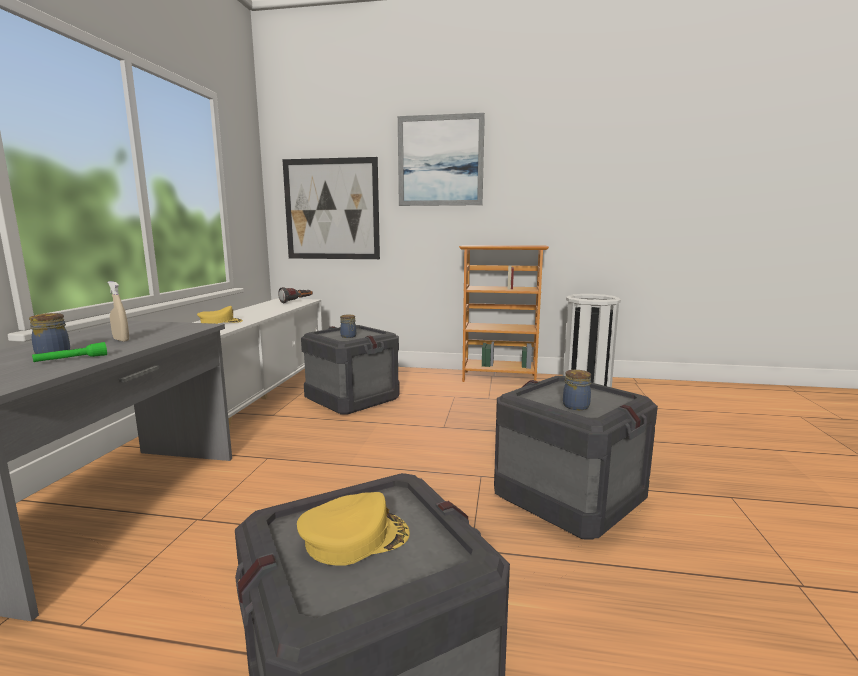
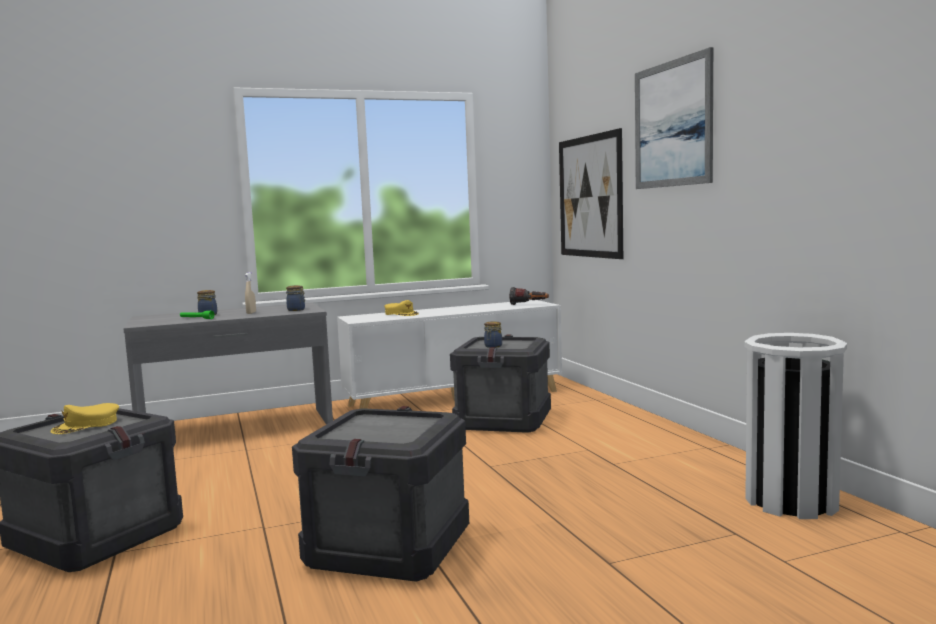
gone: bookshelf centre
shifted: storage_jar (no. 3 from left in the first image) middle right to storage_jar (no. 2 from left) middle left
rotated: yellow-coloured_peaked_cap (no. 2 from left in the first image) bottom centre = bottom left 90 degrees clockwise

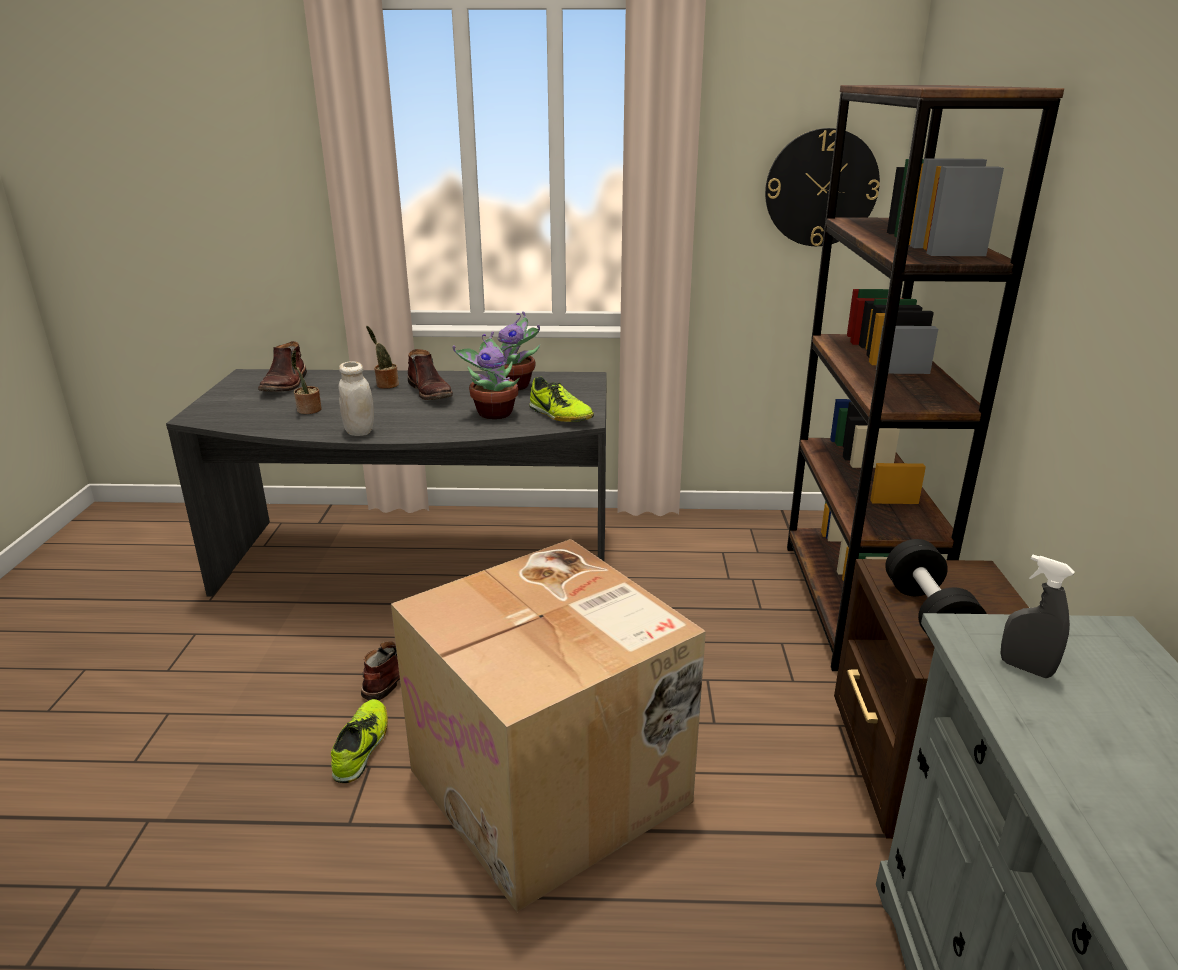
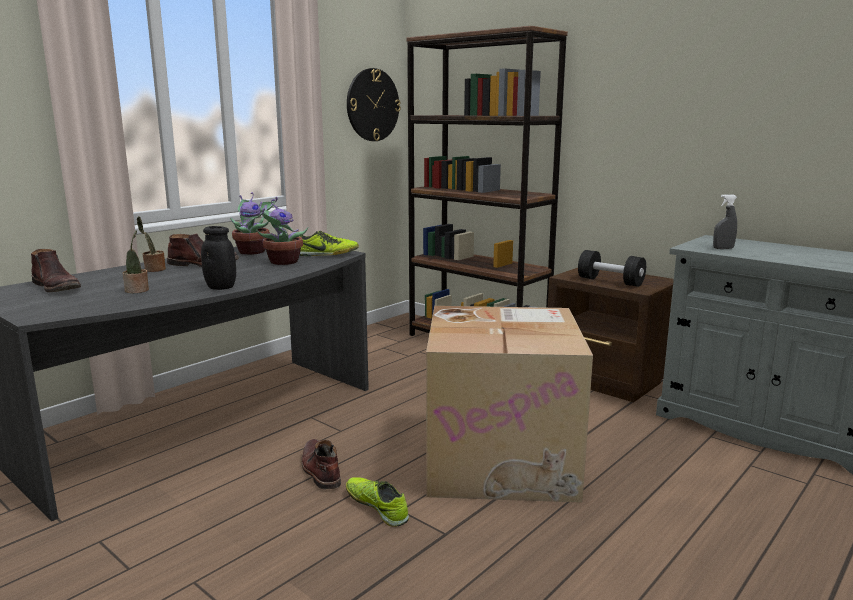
repainted: whitish_storage_jar middle left to black-coloured_storage_jar middle left

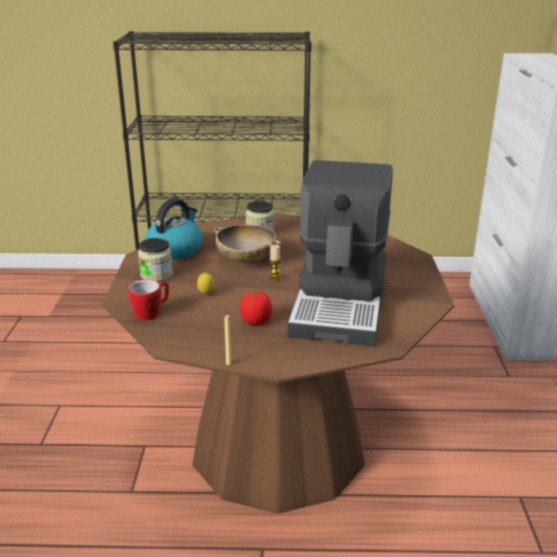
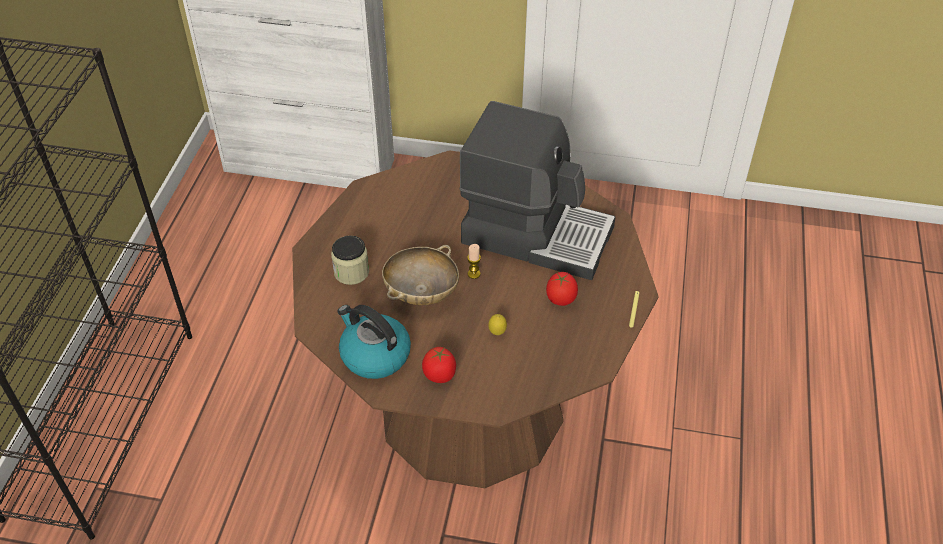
gone: coffee_mug middle left
swapped: storage_jar (no. 1 from left) middle left to fresh_tomato (no. 1 from left) bottom centre

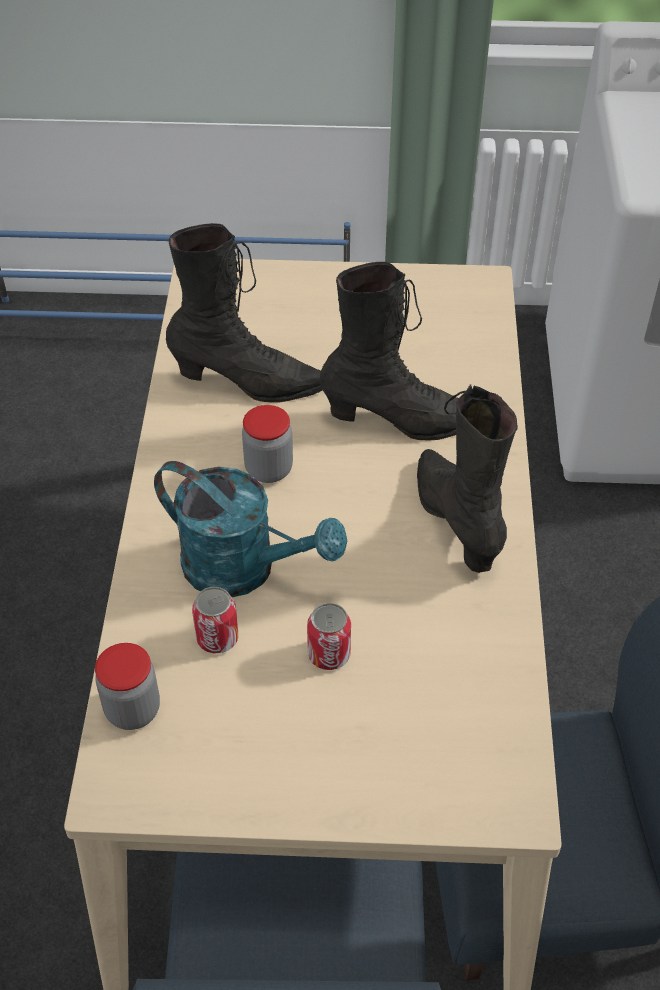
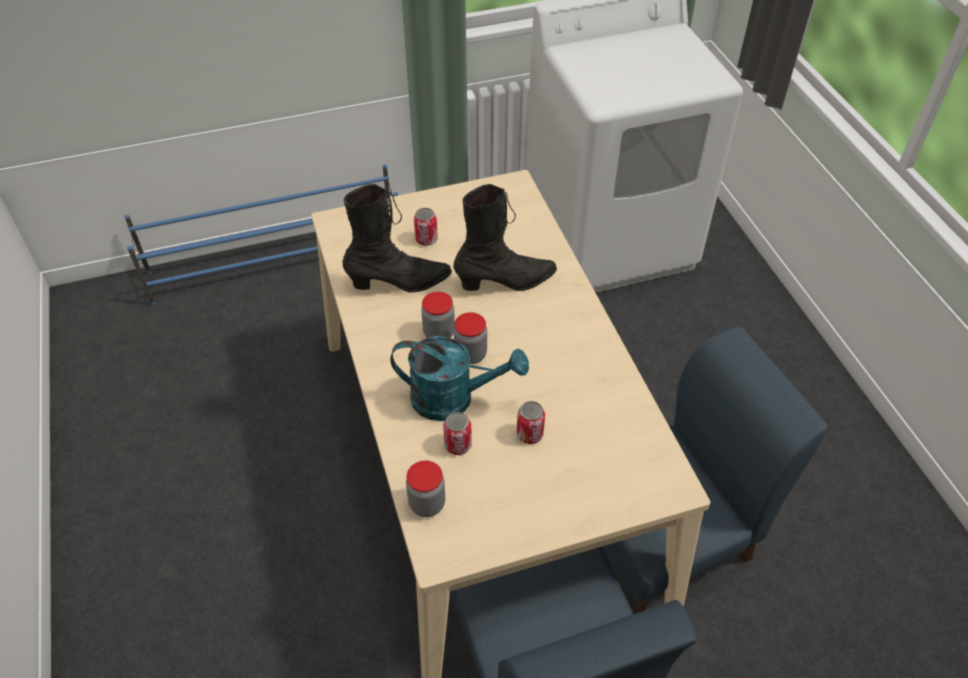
gone: black-coloured_boot (no. 3 from left) middle right
new: sealed_can (no. 1 from left) centre; storage_jar (no. 3 from left) centre

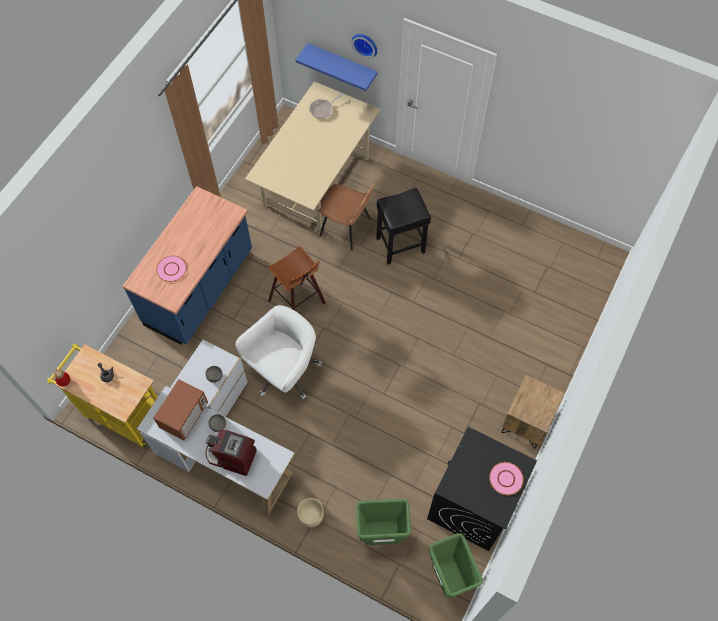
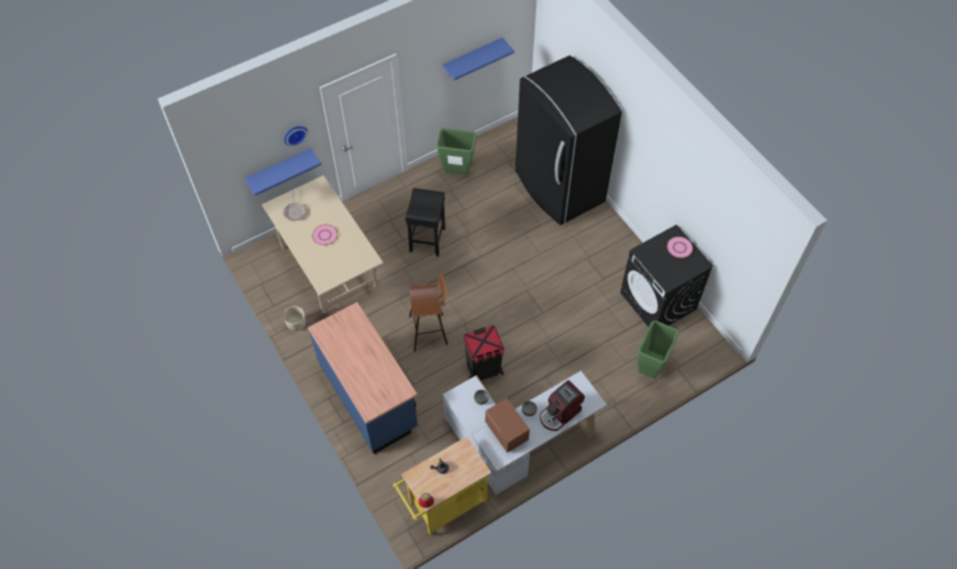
gone: brown-coloured_plain_chair centre; brown-coloured_nightstand middle right
new: blue_bracket_shelf (no. 2 from left) top centre; black-coloured_fridge top centre
shifted: beige-coloured_planter bottom centre to middle left; pinkish_dinner_plate (no. 1 from left) middle left to centre; greenish_waste_bin (no. 2 from left in the first image) bottom centre to greenish_waste_bin (no. 1 from left) top centre
swapped: whitish_desk_chair centre to black-coloured_waste_bin centre

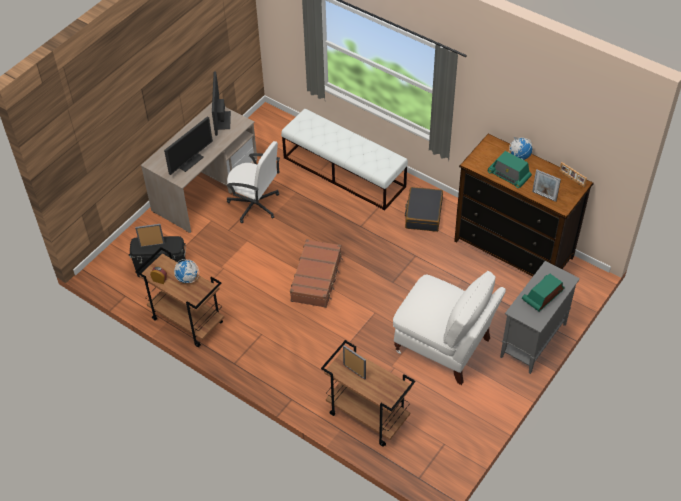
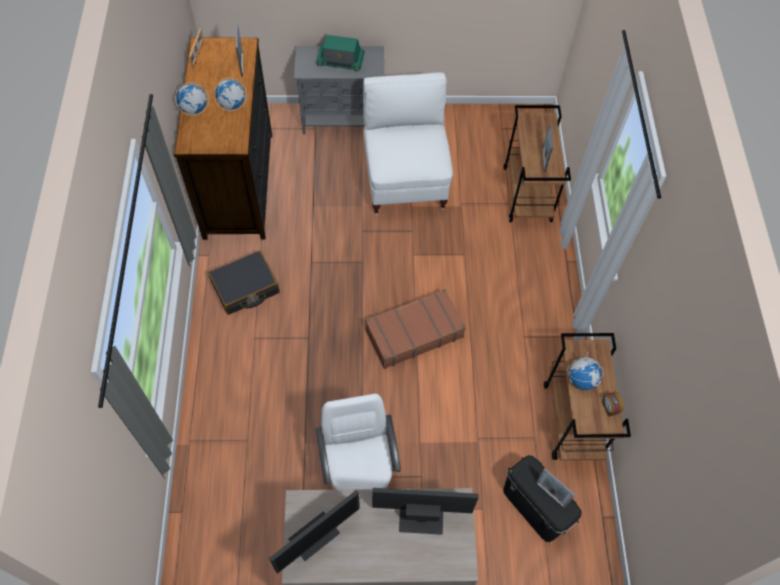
gone: whitish_bench top centre
swapped: radio (no. 1 from left) middle right to globe (no. 2 from left) top left

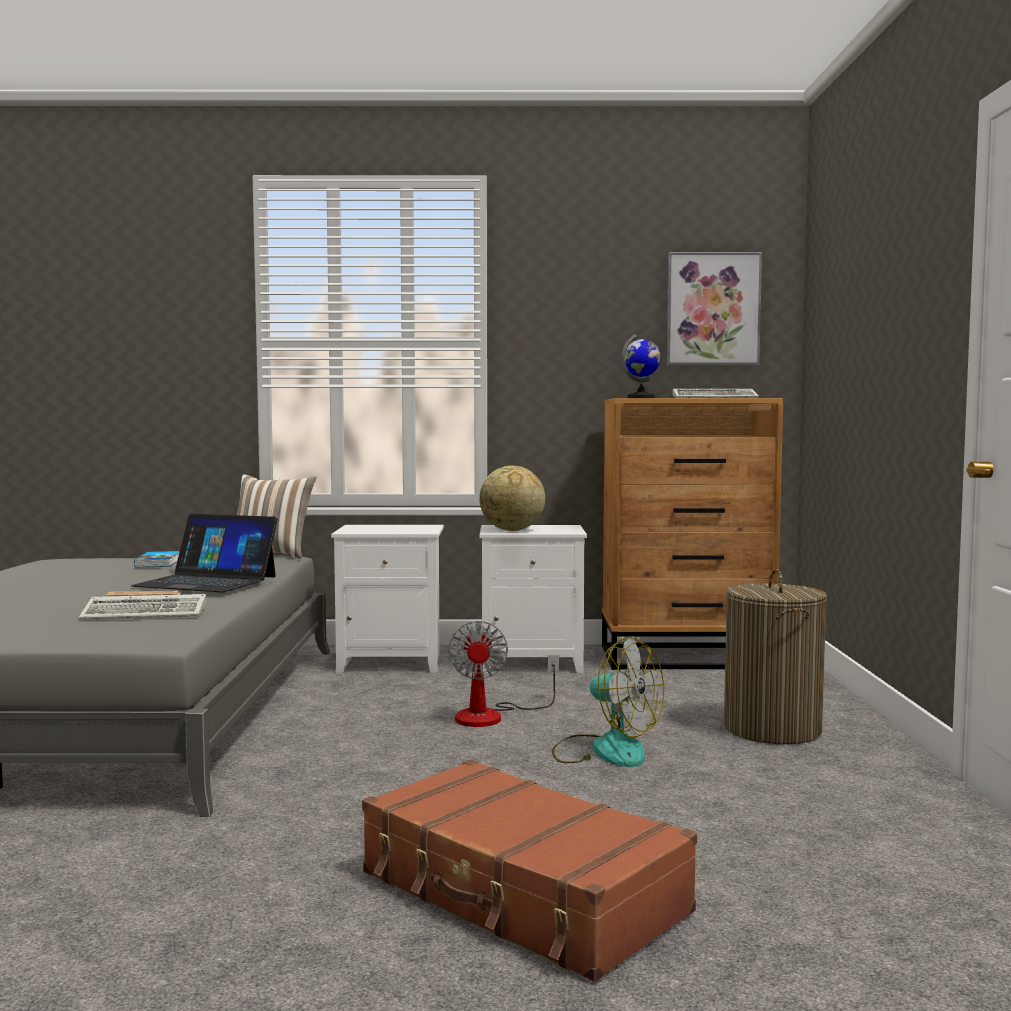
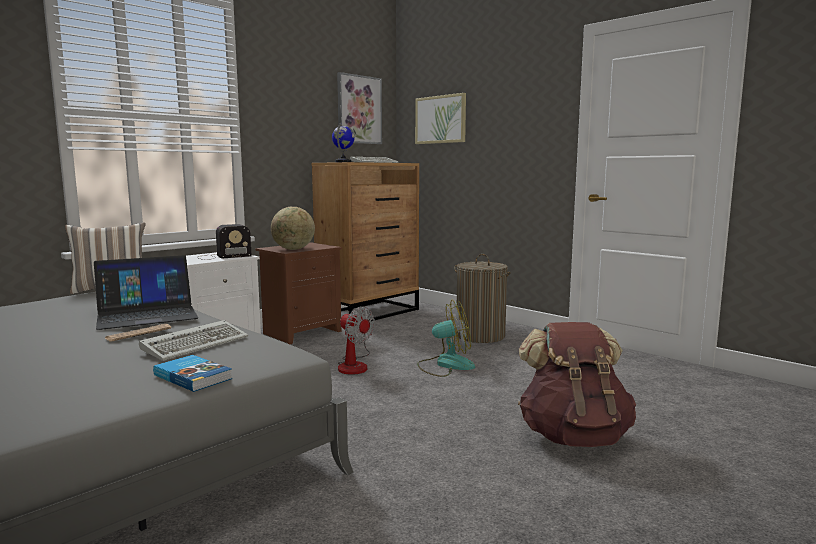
new: radio middle left; wall_picture (no. 2 from left) top centre
shifted: volume middle left to bottom left
swapped: brown-coloured_suitcase bottom centre to brown-coloured_rucksack bottom right
repainted: whitish_nightstand (no. 2 from left) centre to brown-coloured_nightstand centre

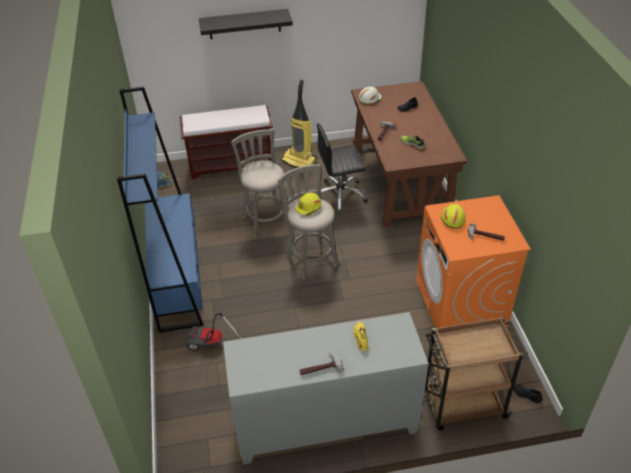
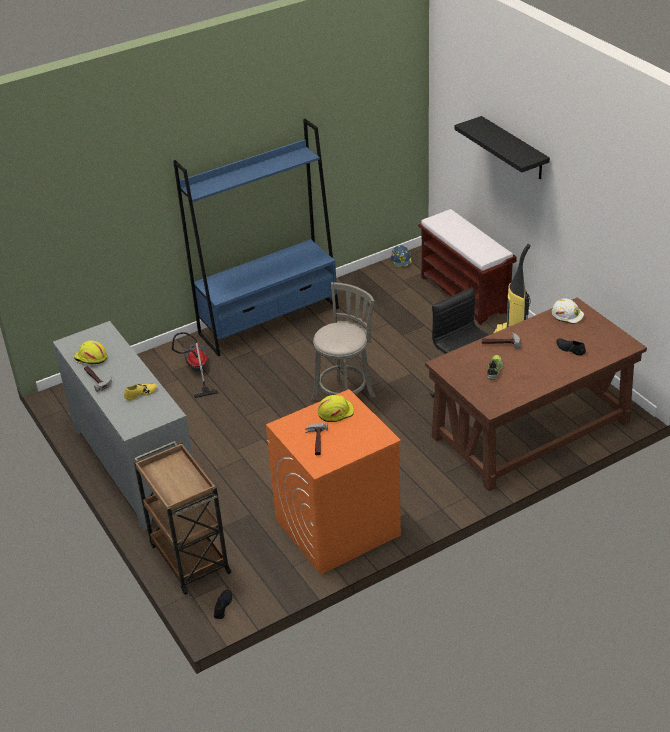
gone: gray_stool_seat (no. 1 from left) centre
shifted: yellow-coloured_safety_helmet (no. 1 from left) centre to middle left

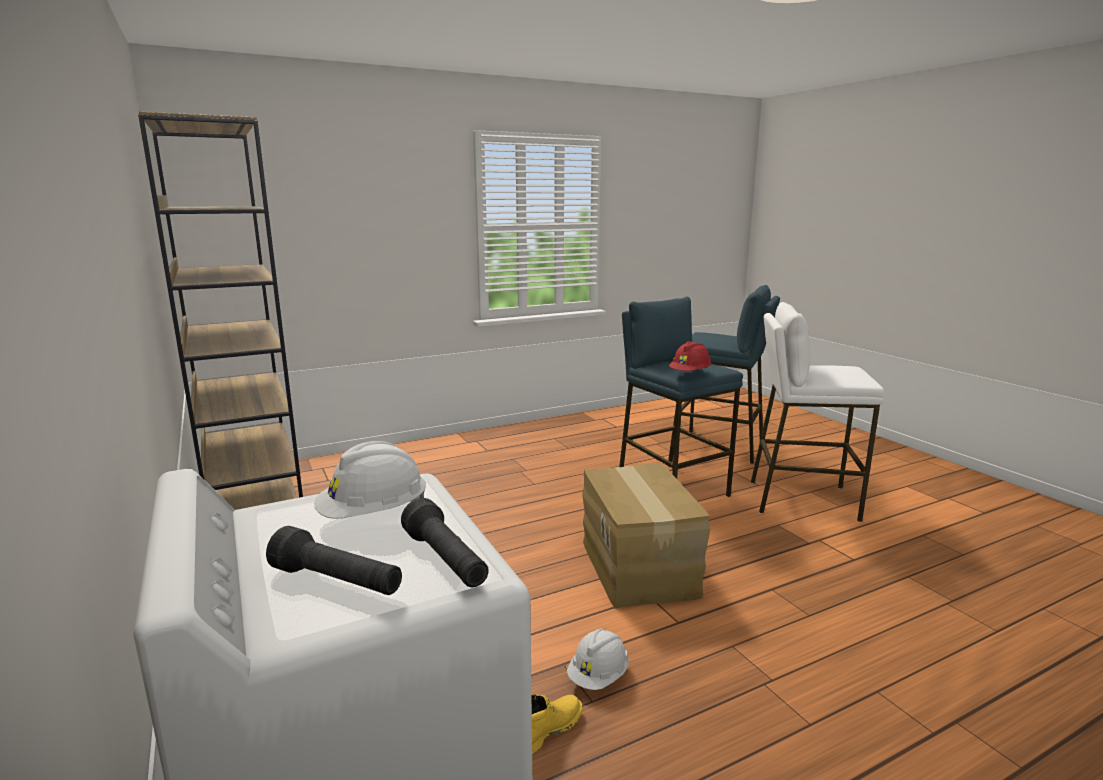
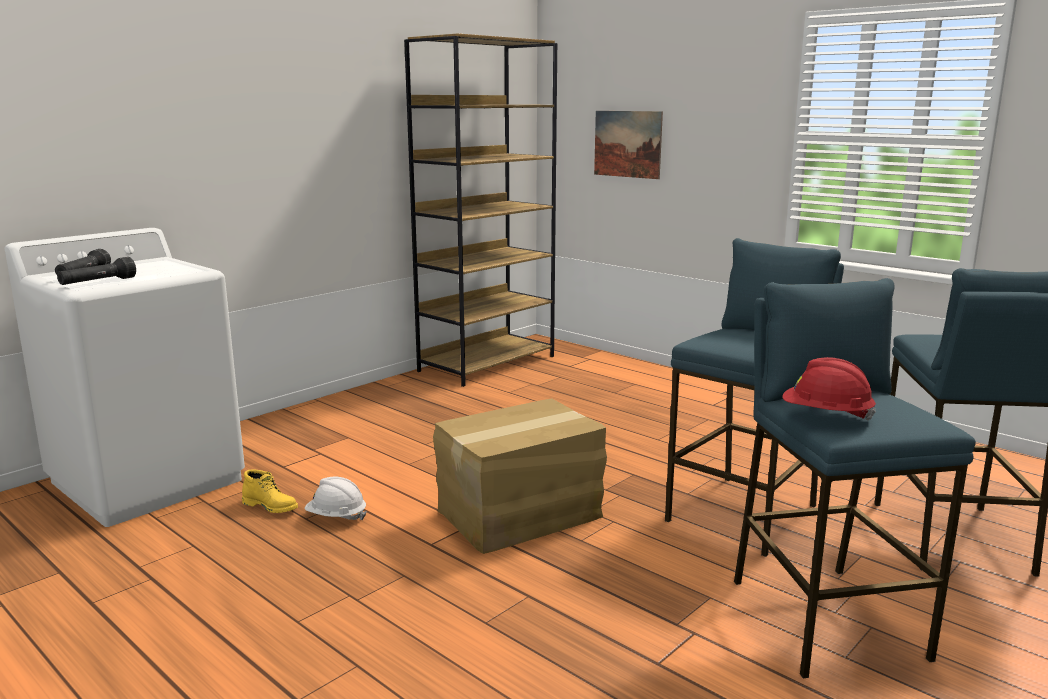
gone: whitish_safety_helmet (no. 1 from left) centre
new: wall_picture top centre
shifted: red-coloured_safety_helmet centre to middle right
repainted: whitish_stool_seat middle right to blue_stool_seat (no. 2 from left) bottom right

